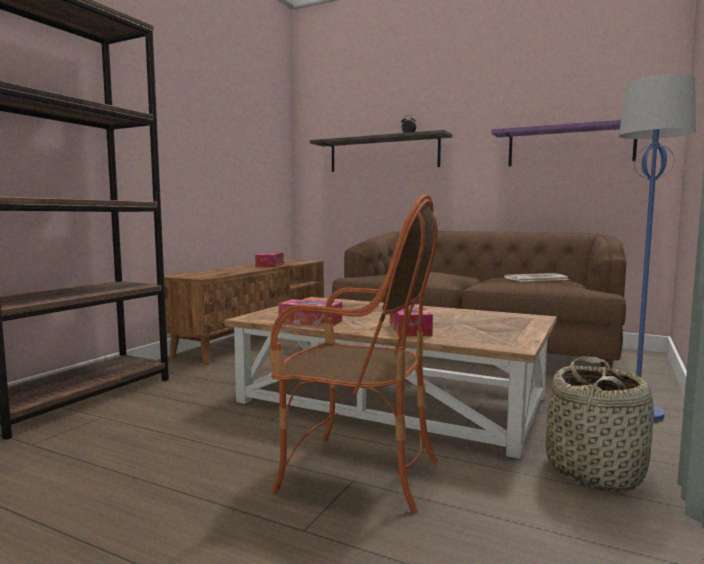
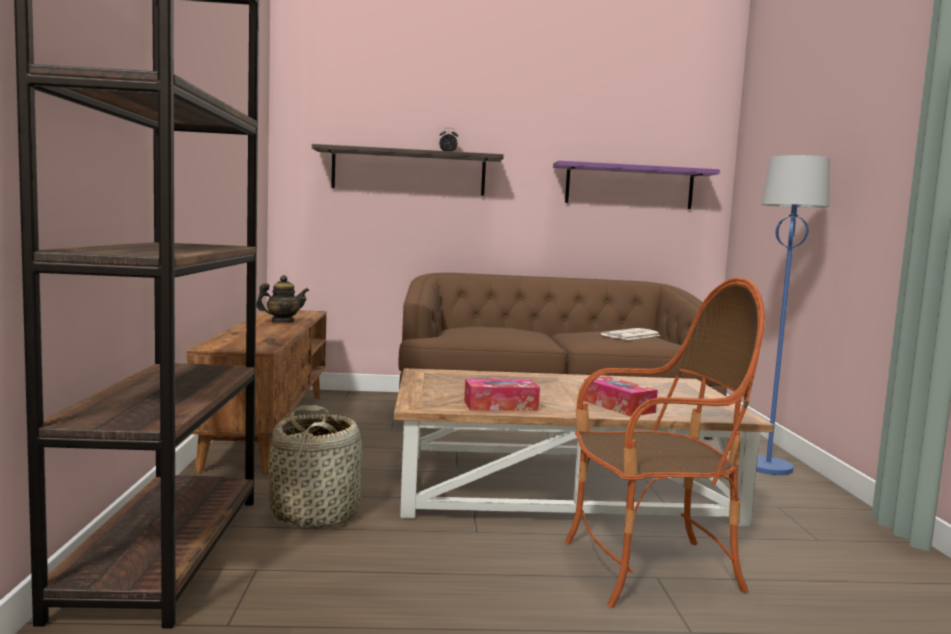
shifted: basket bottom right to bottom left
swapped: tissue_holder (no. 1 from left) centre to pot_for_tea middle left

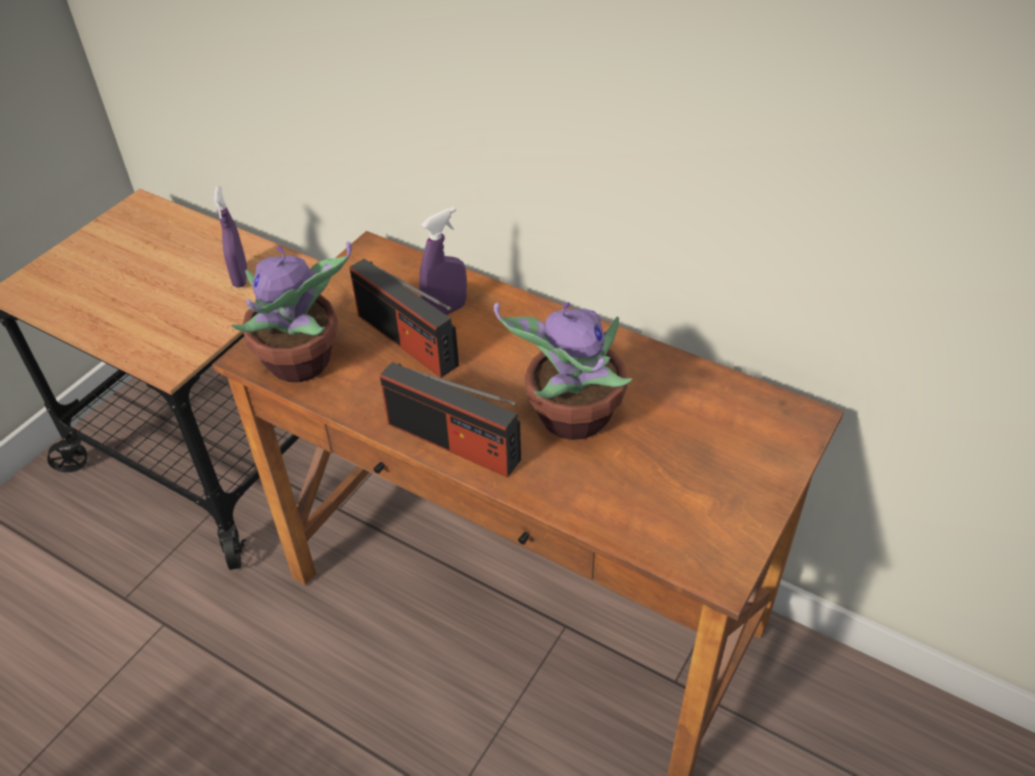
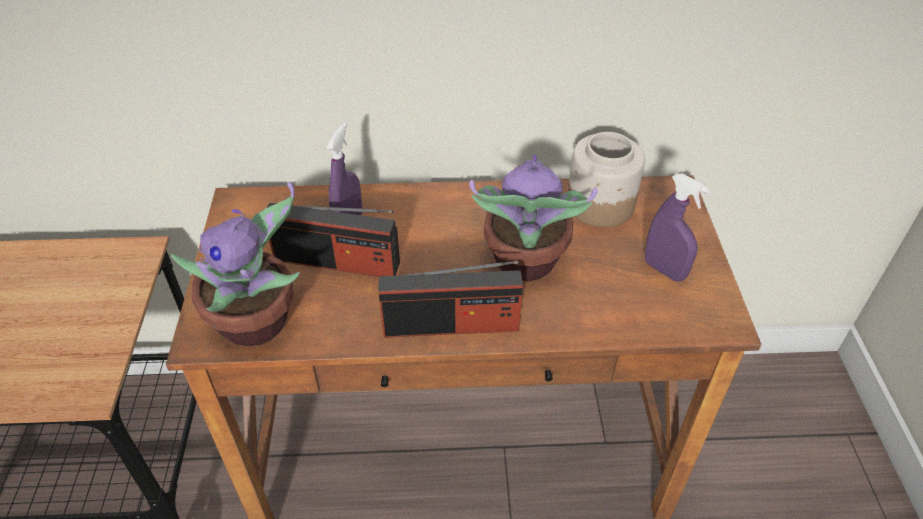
new: storage_jar centre
shifted: purple-coloured_hand_sprayer (no. 1 from left in the first image) top left to purple-coloured_hand_sprayer (no. 2 from left) middle right

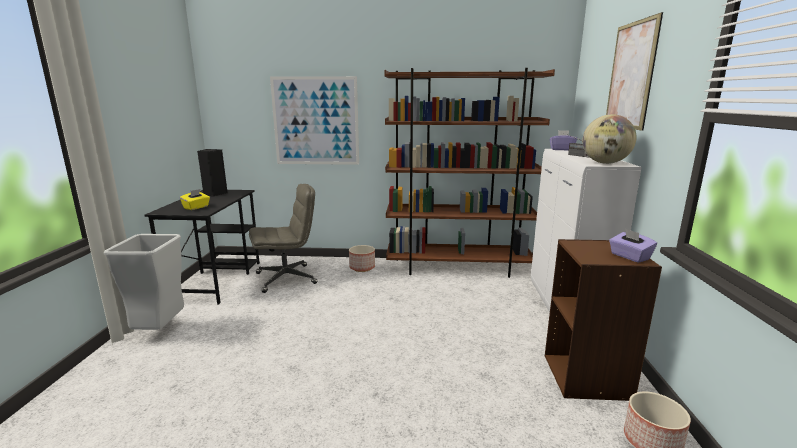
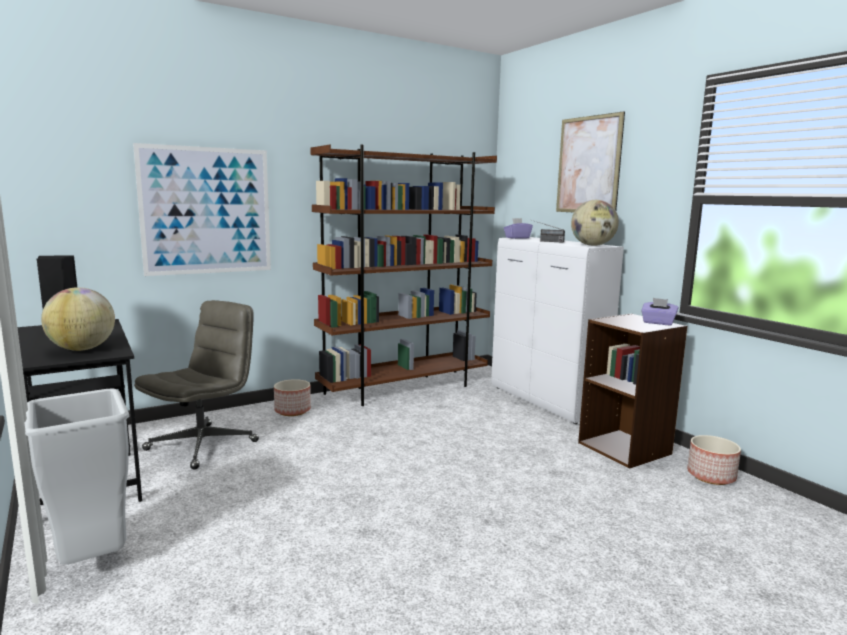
swapped: yellow-coloured_tissue_holder middle left to globe (no. 1 from left) middle left

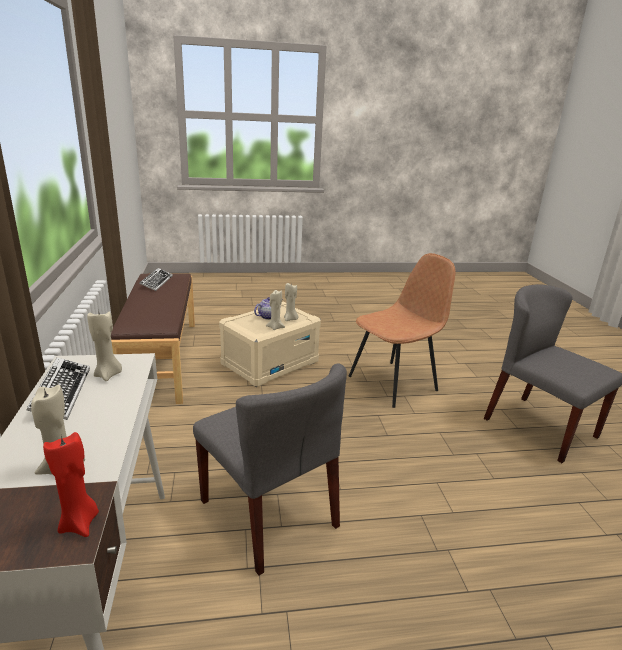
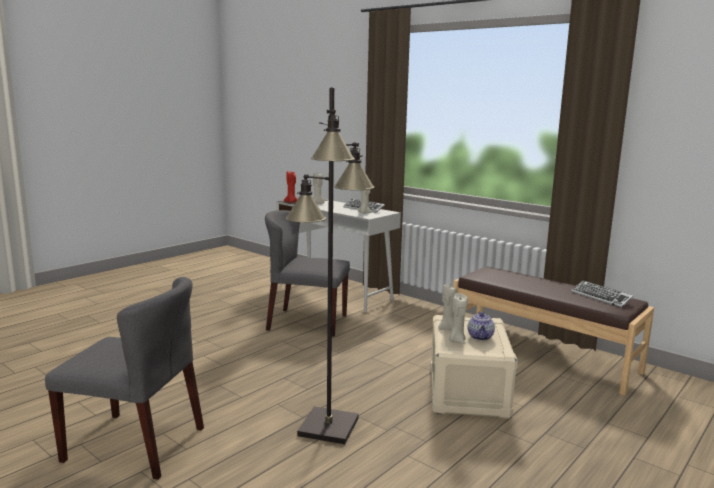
swapped: brown-coloured_plain_chair centre to black-coloured_floor_lamp centre

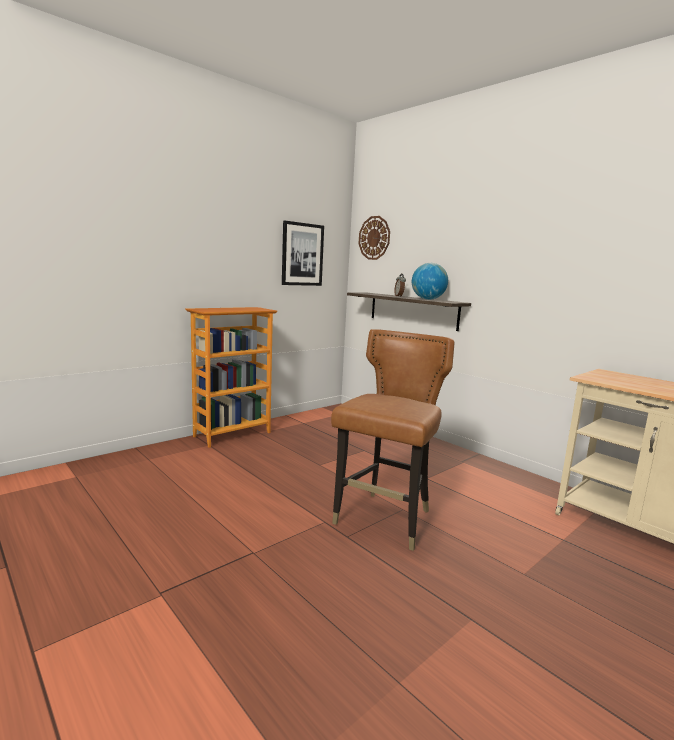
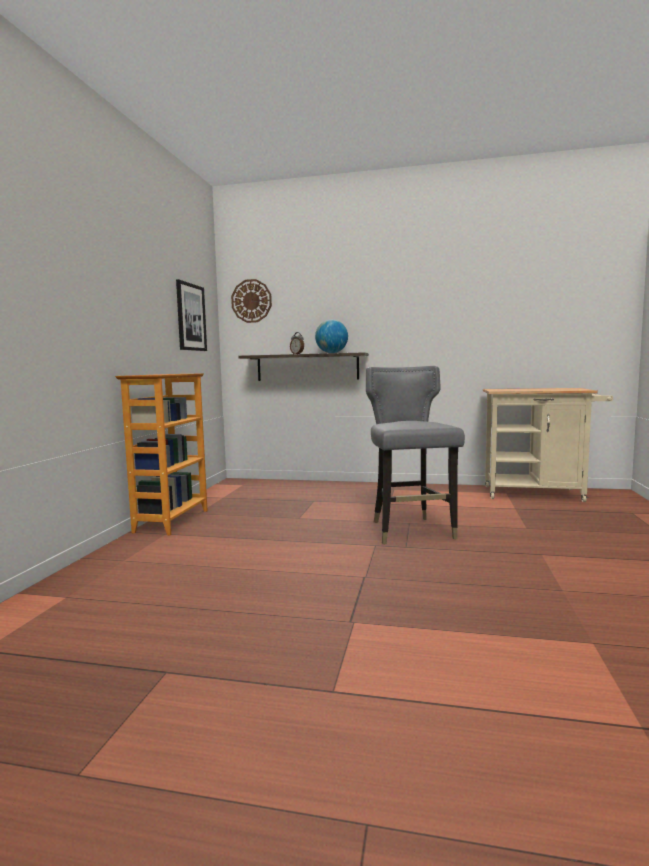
repainted: brown-coloured_plain_chair centre to gray_plain_chair centre

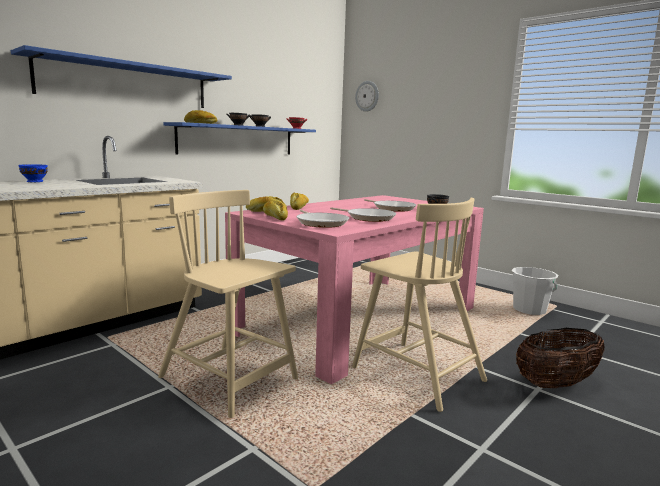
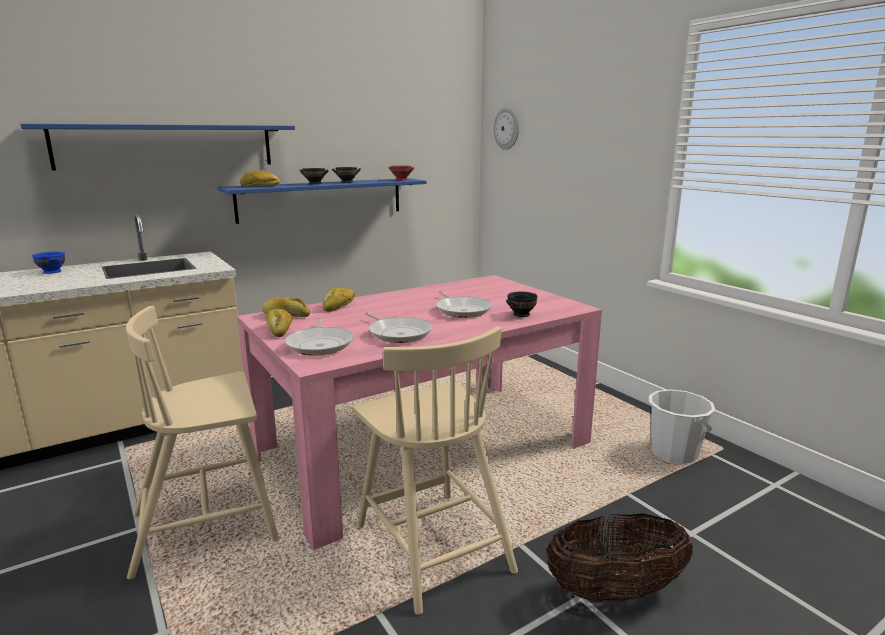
rotated: beige-coloured_plain_chair (no. 1 from left) centre = bottom left 75 degrees counterclockwise

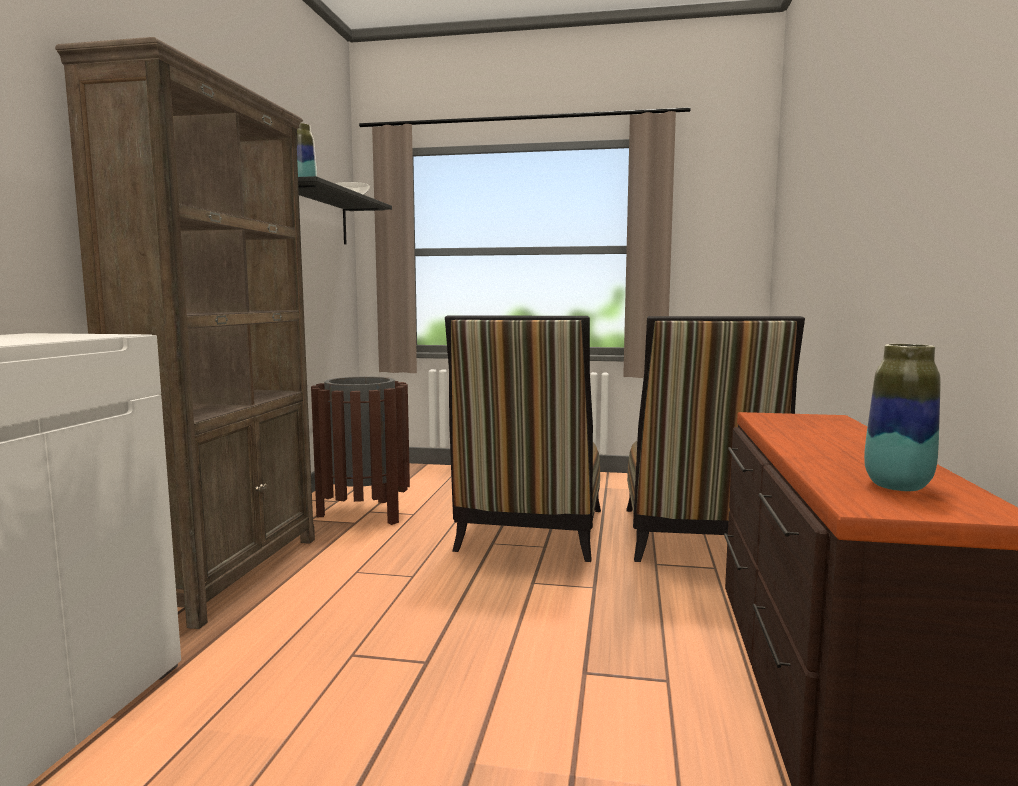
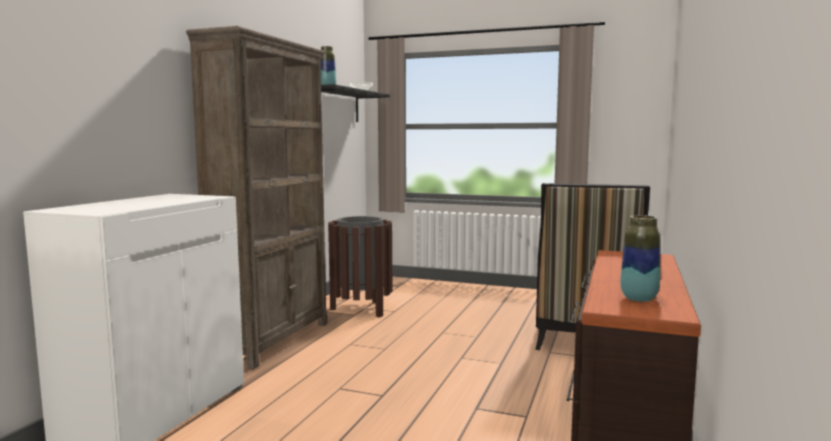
gone: plain_chair (no. 1 from left) centre

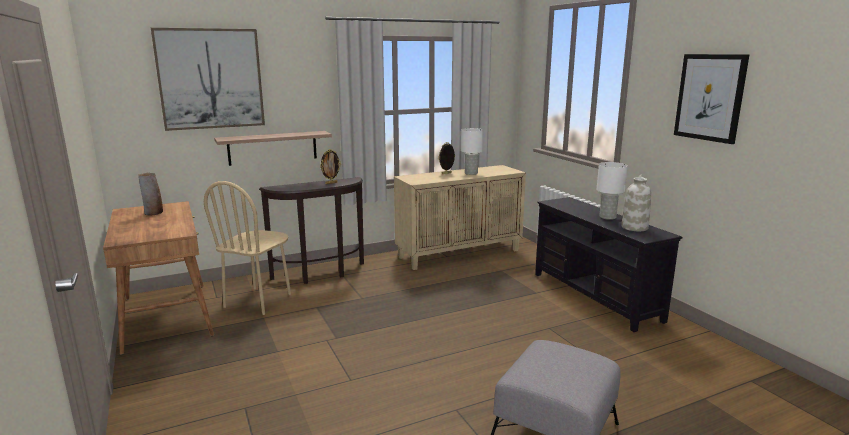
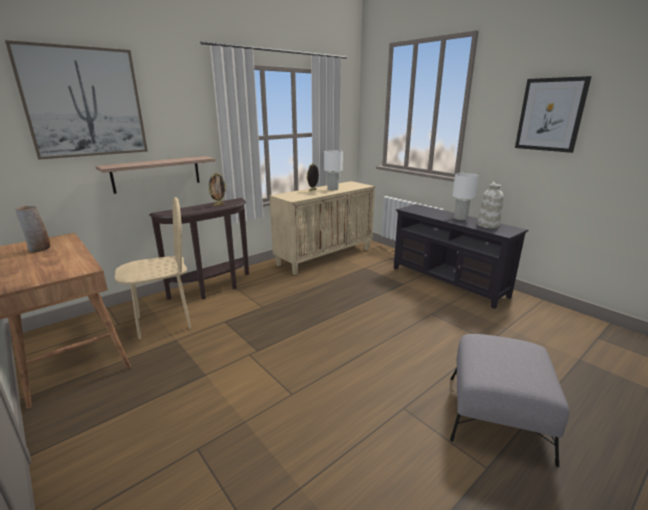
rotated: beige-coloured_plain_chair middle left = middle left 120 degrees counterclockwise

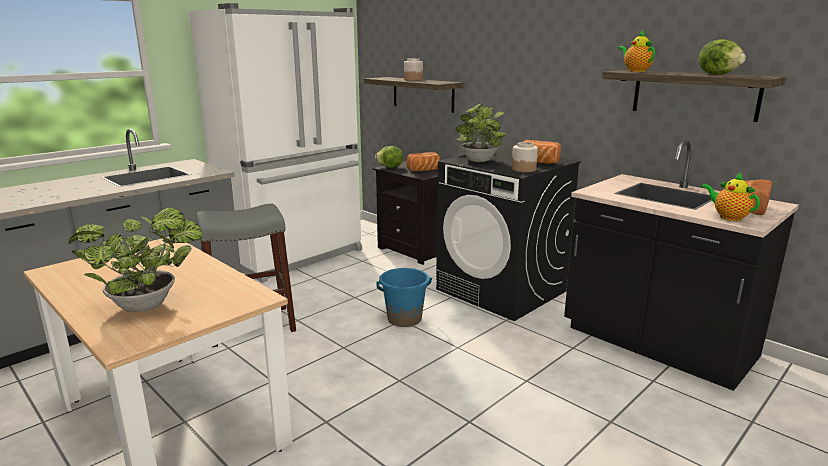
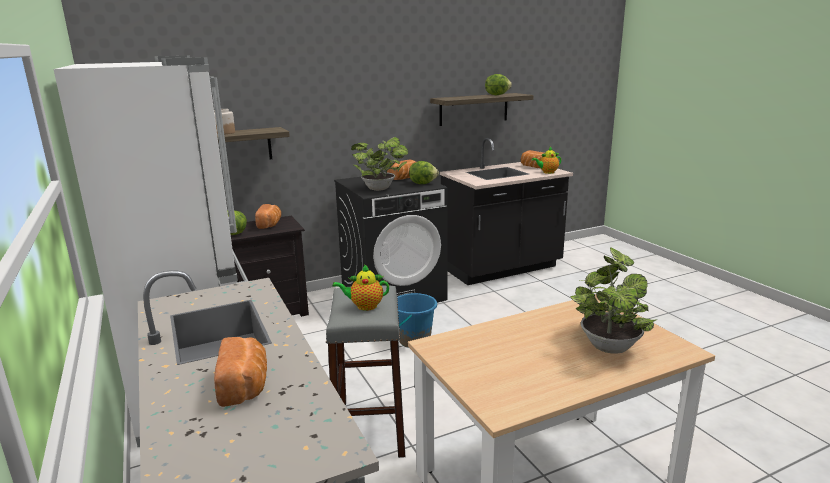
new: bread (no. 1 from left) bottom left
shifted: pot_for_tea (no. 1 from left) top right to centre
swapped: storage_jar (no. 2 from left) centre to lettuce (no. 2 from left) centre

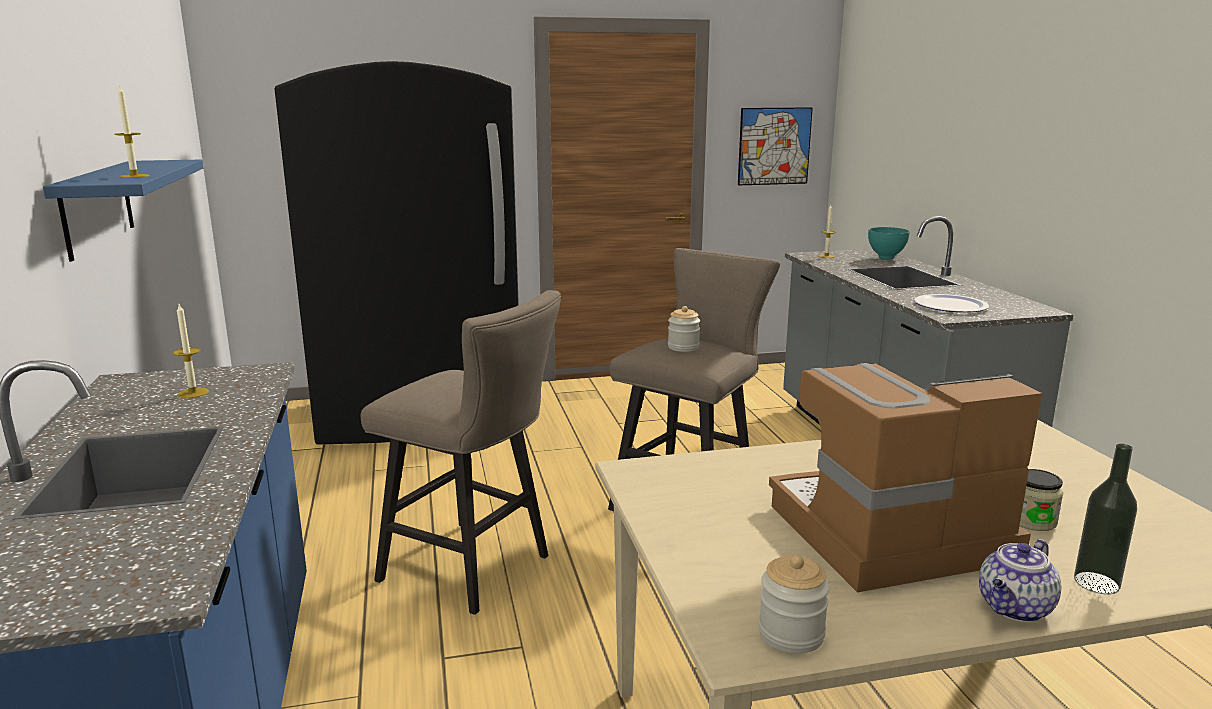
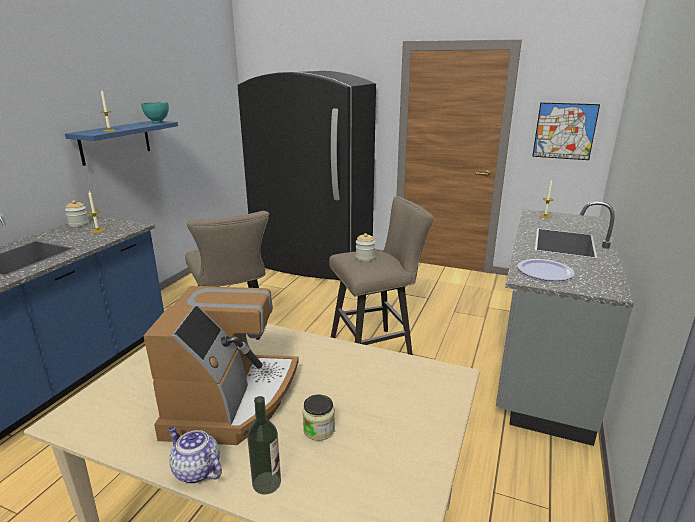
shifted: storage_jar (no. 2 from left in the first image) bottom centre to storage_jar (no. 1 from left) middle left; turquoise-coloured_bowl middle right to top left
rotated: coffee_brewer bottom right = bottom left 75 degrees clockwise; pot_for_tea bottom right = bottom left 45 degrees clockwise

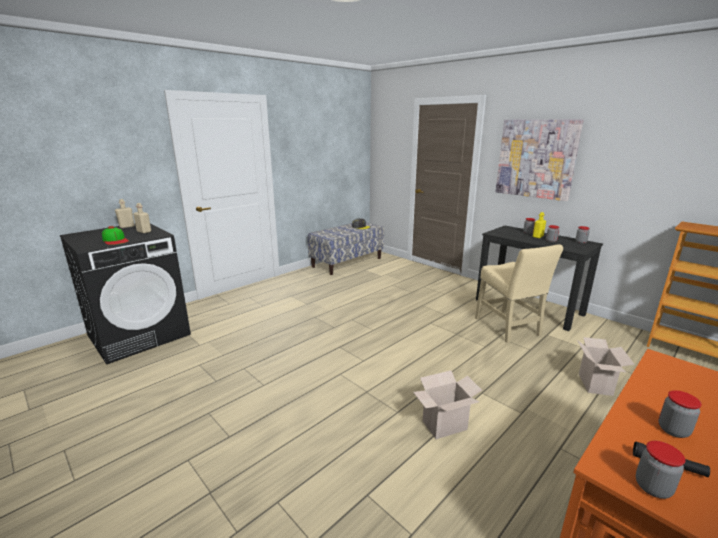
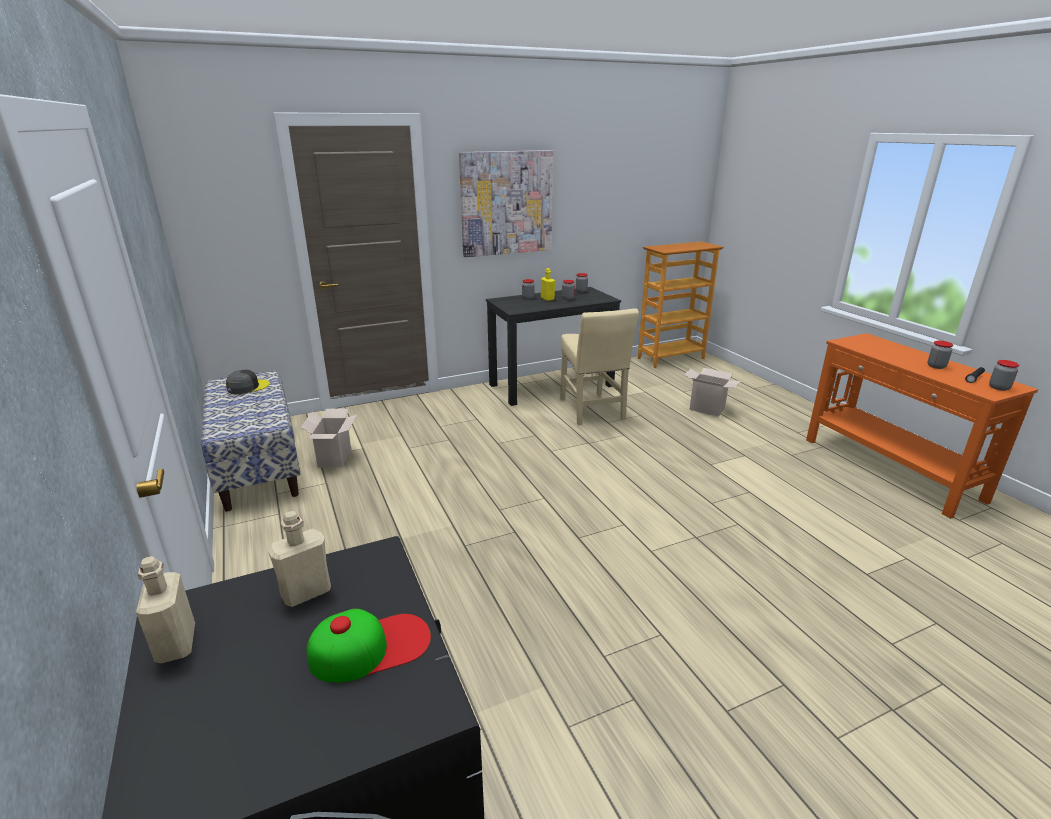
shifted: carton (no. 1 from left) bottom centre to middle left
rotated: beige-coloured_plain_chair middle right = centre 75 degrees clockwise

